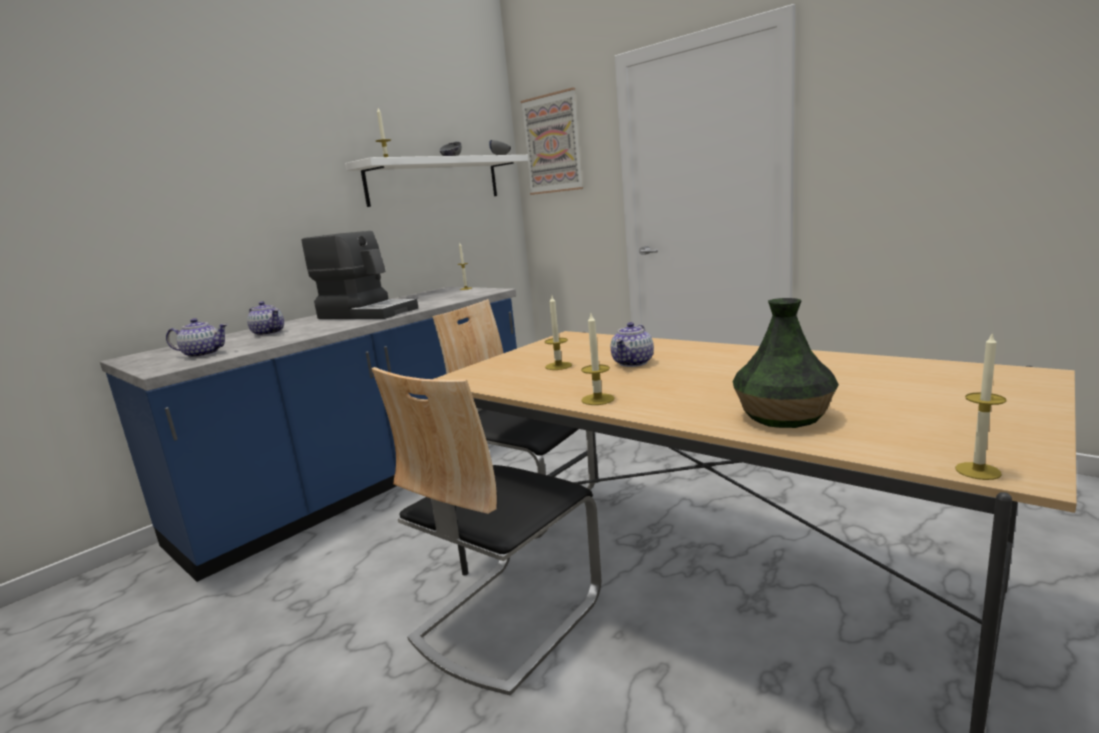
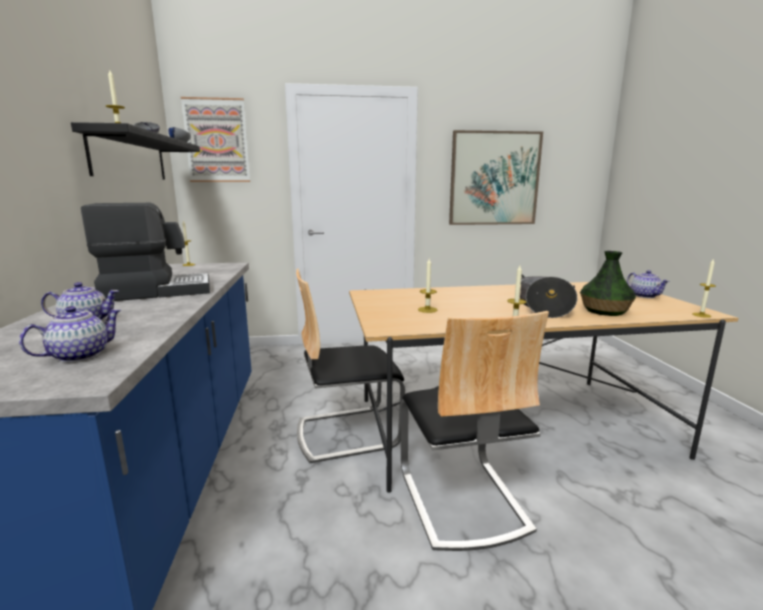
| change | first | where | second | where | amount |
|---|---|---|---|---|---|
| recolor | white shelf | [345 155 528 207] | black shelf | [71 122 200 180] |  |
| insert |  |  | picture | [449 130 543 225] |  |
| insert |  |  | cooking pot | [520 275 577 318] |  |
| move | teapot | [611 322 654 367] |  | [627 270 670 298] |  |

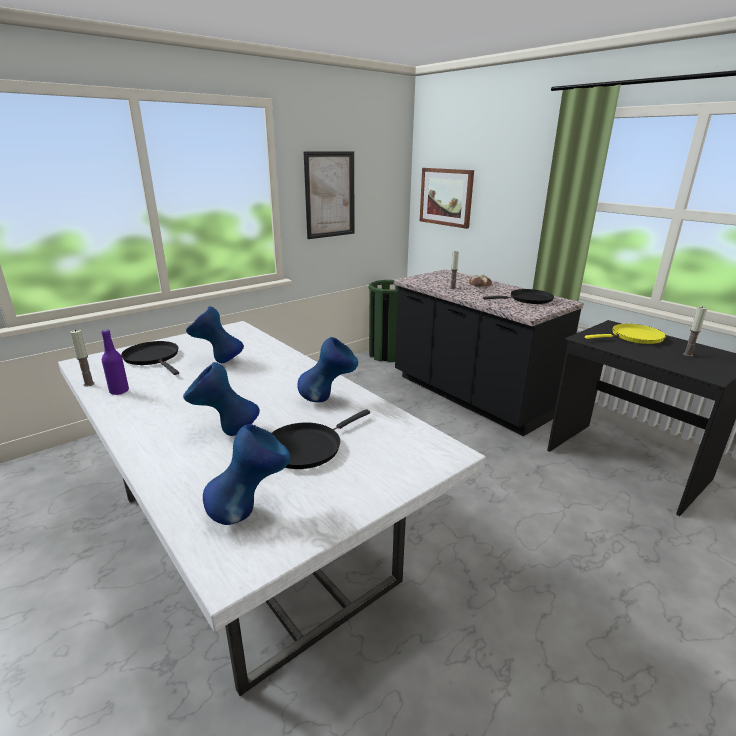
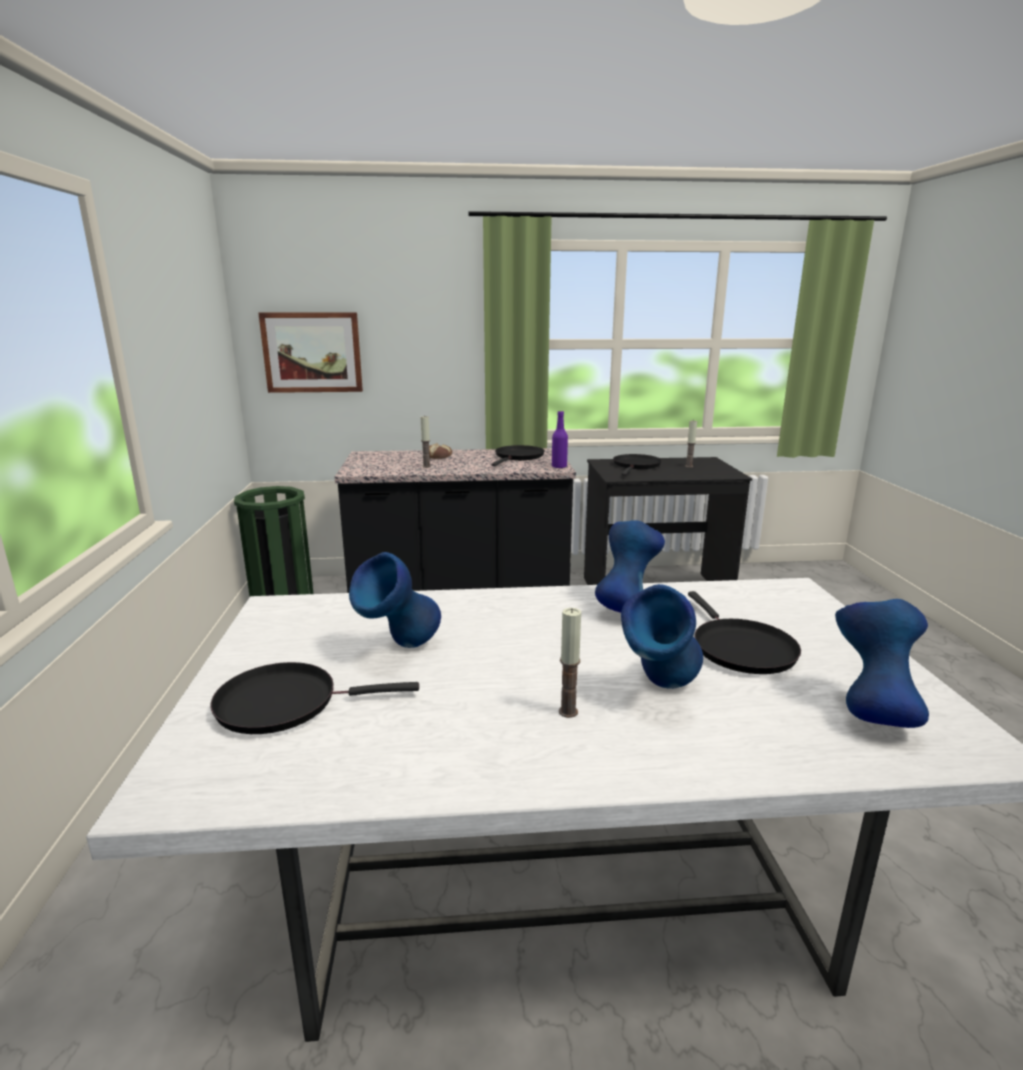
| change | first | where | second | where | amount |
|---|---|---|---|---|---|
| move | purple bottle | [101 330 129 395] |  | [552 411 568 469] |  |
| move | candle | [70 329 95 387] |  | [559 608 581 718] |  |
| recolor | yellow frying pan | [585 324 666 344] | black frying pan | [613 454 662 476] |  |
| delete | picture | [304 151 355 239] |  |  |  |

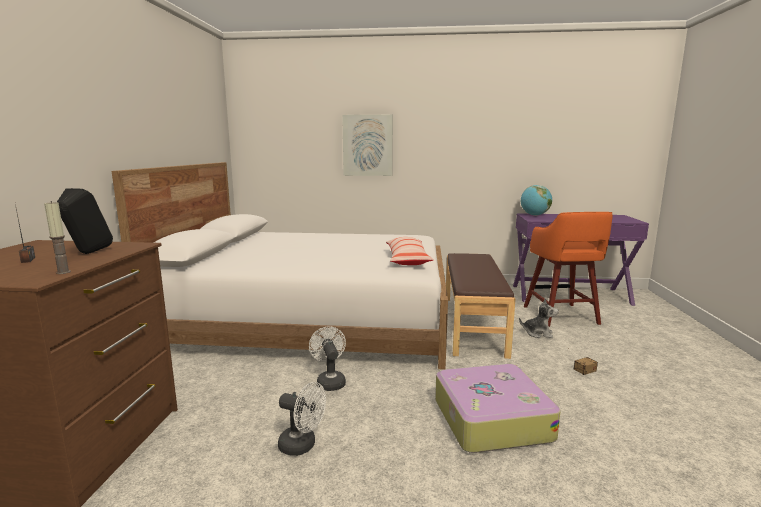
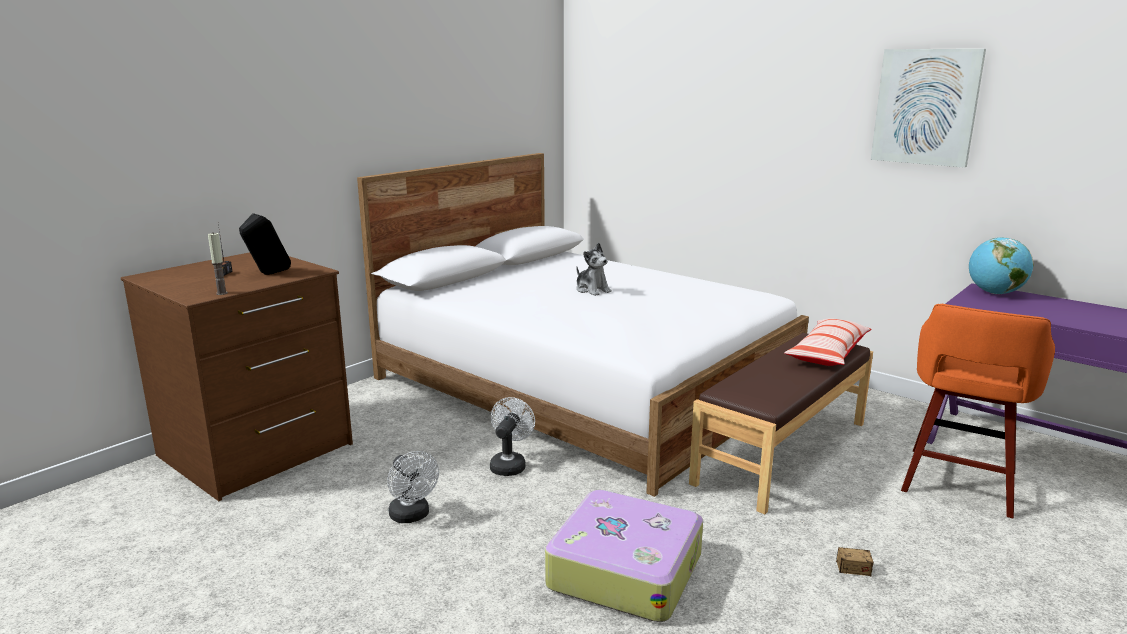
| change | first | where | second | where | amount |
|---|---|---|---|---|---|
| move | plush toy | [519 298 559 338] |  | [576 242 612 296] |  |
| move | pillow | [386 237 434 265] |  | [784 318 872 366] |  |
| move | picture | [342 115 393 176] |  | [871 49 986 168] |  |

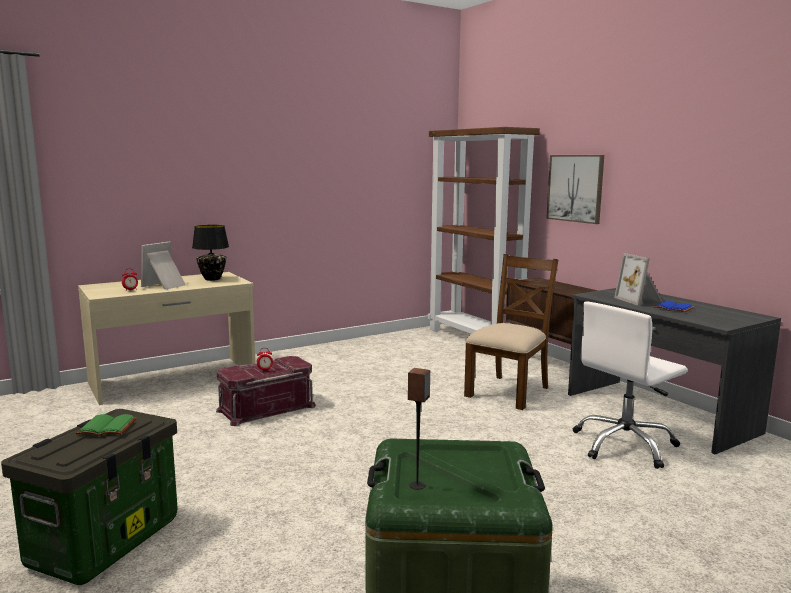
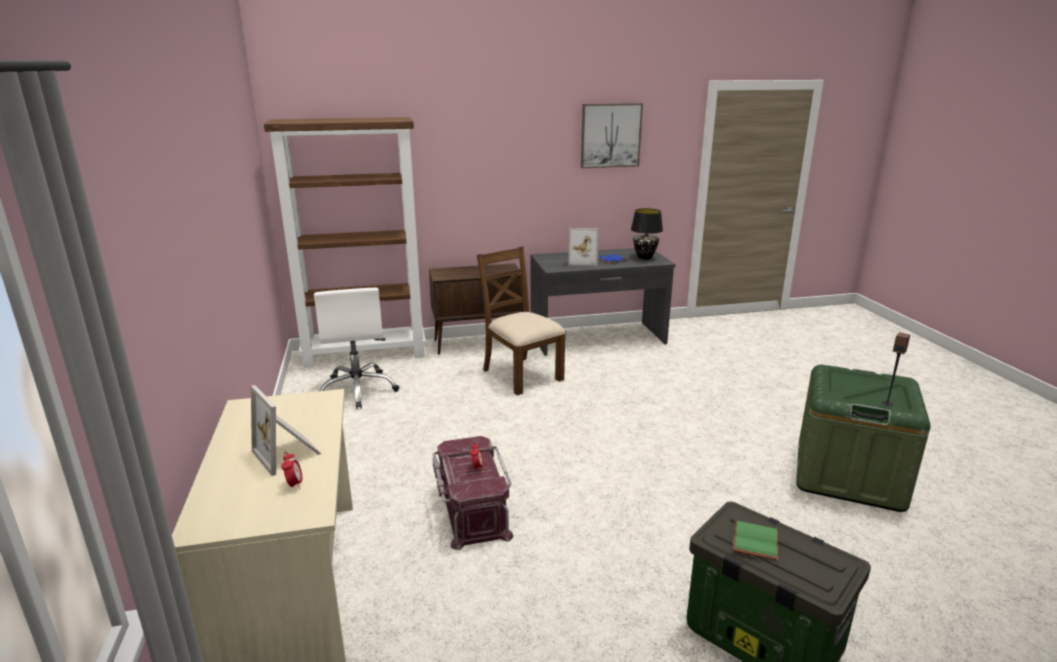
| change | first | where | second | where | amount |
|---|---|---|---|---|---|
| move | white office chair | [573 301 687 469] |  | [314 288 400 409] |  |
| move | picture | [546 155 604 224] |  | [581 103 643 168] |  |
| move | black table lamp | [192 225 229 281] |  | [631 208 663 260] |  |

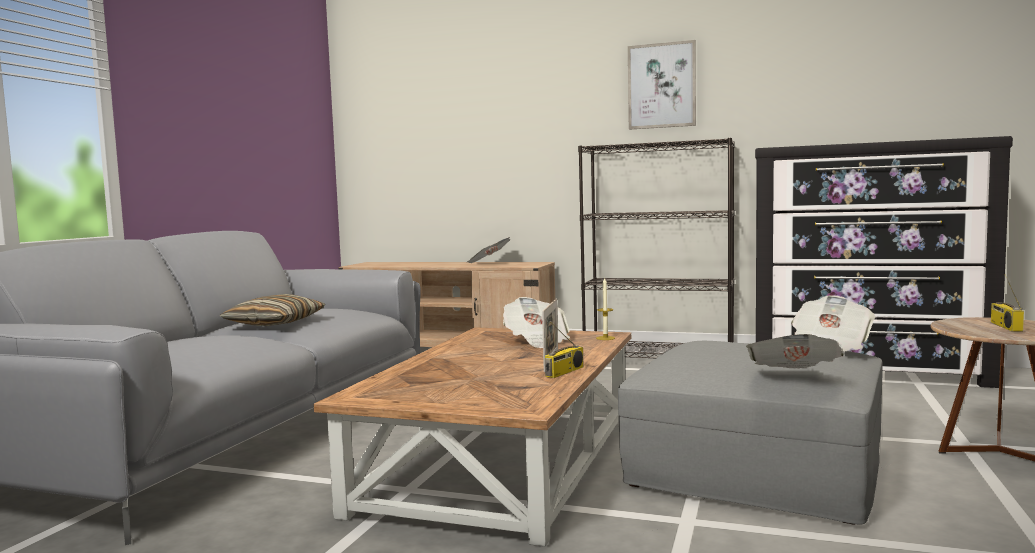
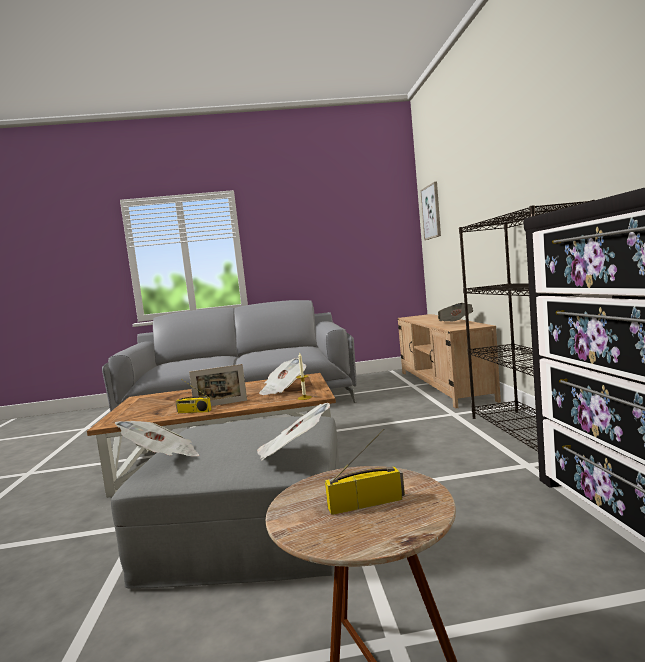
| change | first | where | second | where | amount |
|---|---|---|---|---|---|
| move | picture | [628 40 696 130] |  | [420 182 441 240] |  |
| delete | pillow | [219 294 325 326] |  |  |  |

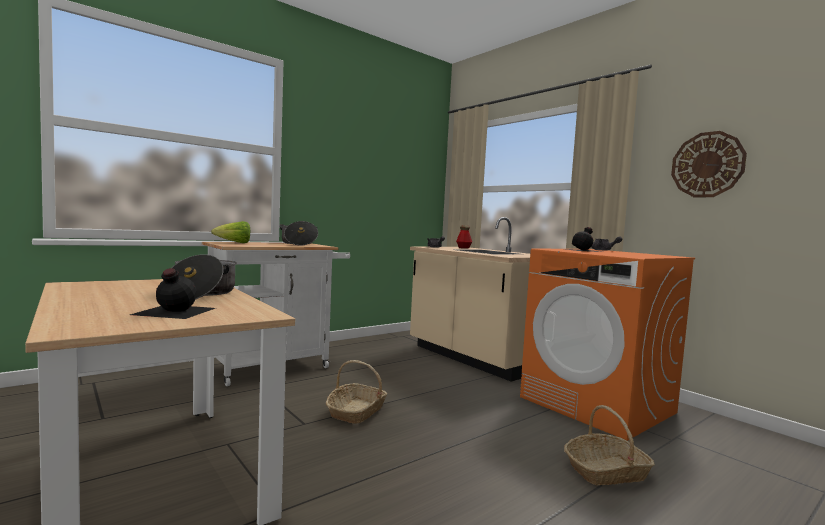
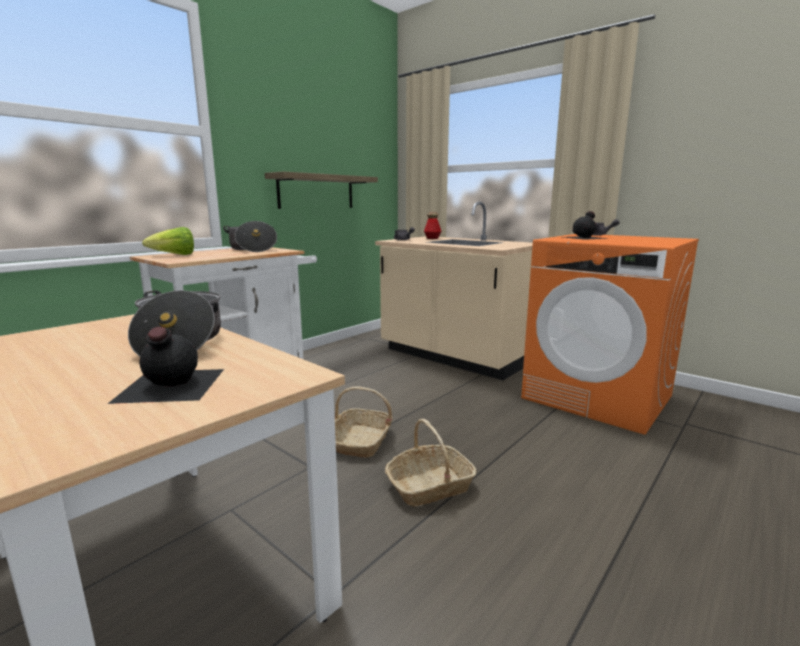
| change | first | where | second | where | amount |
|---|---|---|---|---|---|
| insert |  |  | shelf | [265 171 378 209] |  |
| move | basket | [564 405 655 485] |  | [385 419 477 506] |  |
| delete | wall clock | [671 131 747 197] |  |  |  |

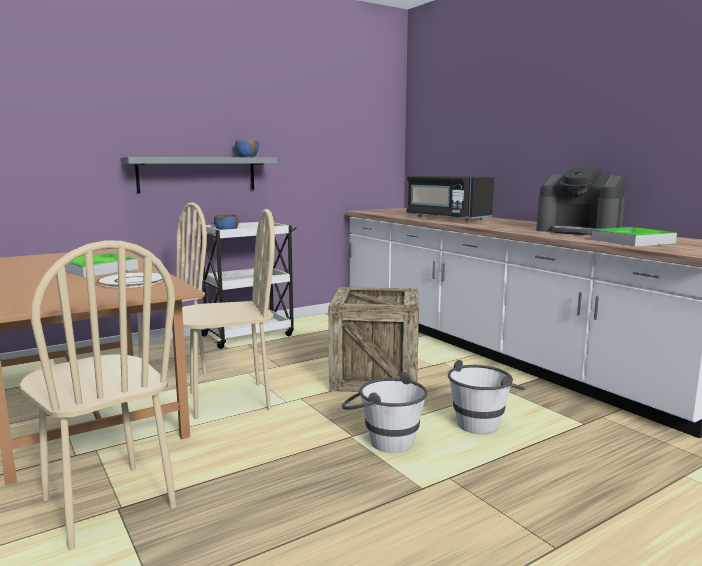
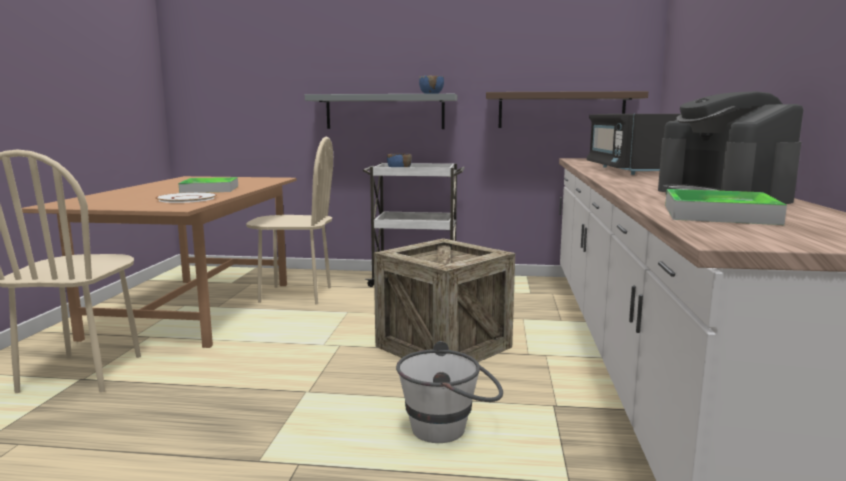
| change | first | where | second | where | amount |
|---|---|---|---|---|---|
| insert |  |  | brown shelf | [486 91 648 128] |  |
| delete | beige chair | [182 209 275 419] |  |  |  |
| delete | white bucket | [342 372 428 453] |  |  |  |

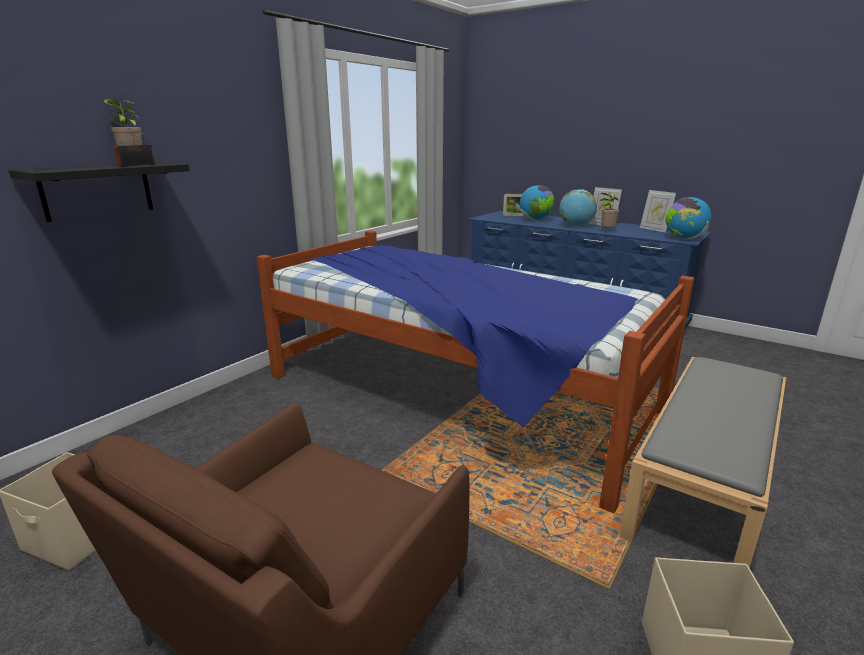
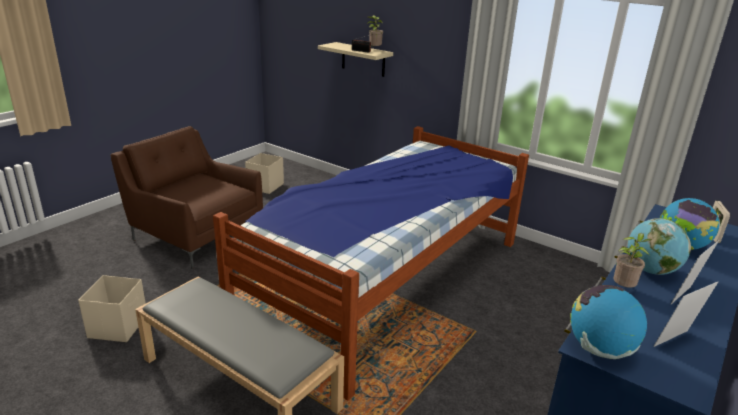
| change | first | where | second | where | amount |
|---|---|---|---|---|---|
| recolor | black shelf | [9 162 190 222] | beige shelf | [318 42 393 77] |  |

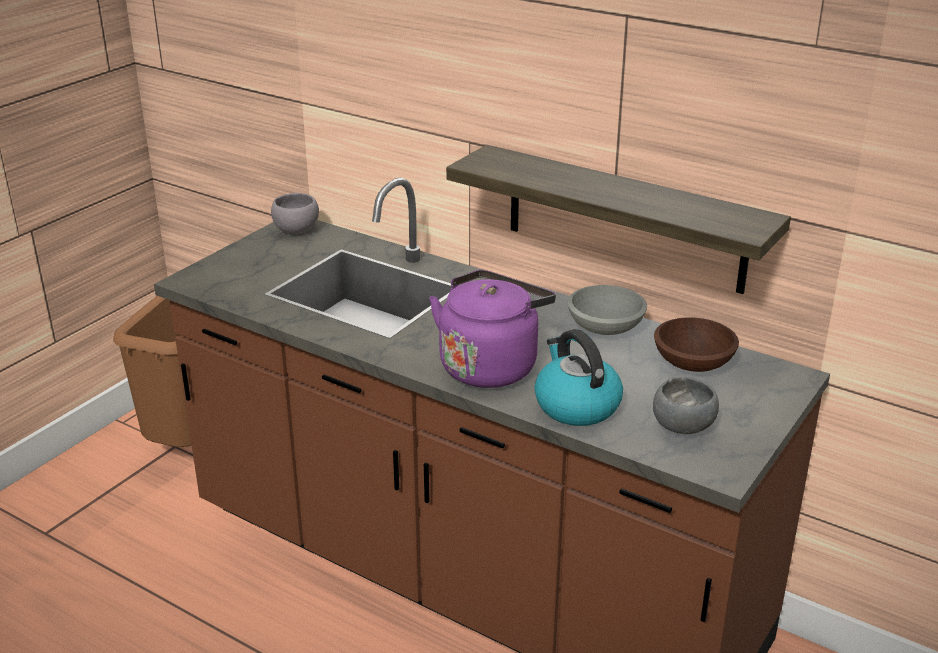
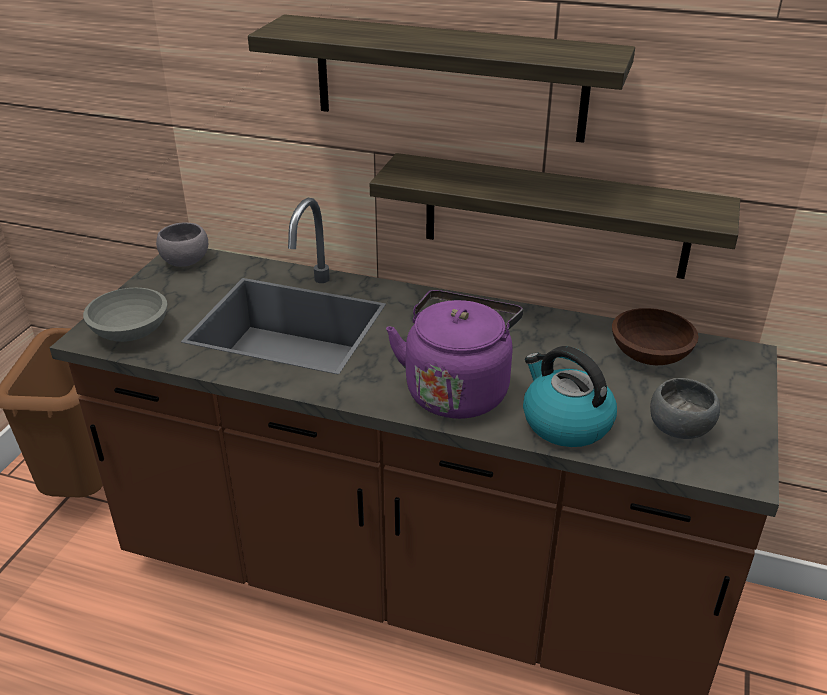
| change | first | where | second | where | amount |
|---|---|---|---|---|---|
| move | grey bowl | [567 285 647 335] |  | [83 288 167 342] |  |
| insert |  |  | shelf | [248 14 635 143] |  |

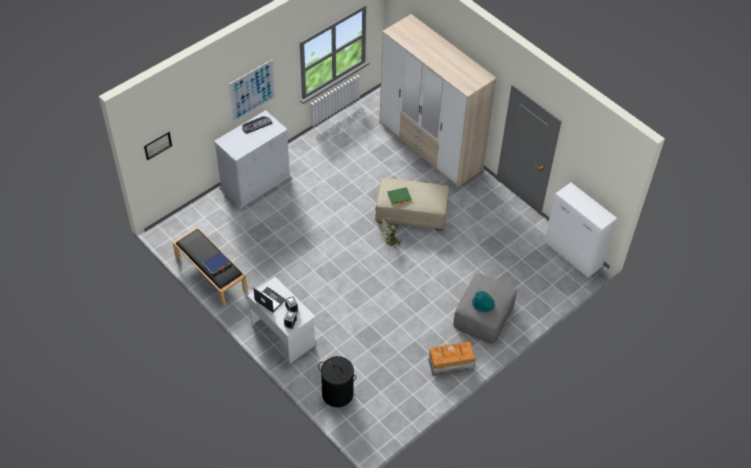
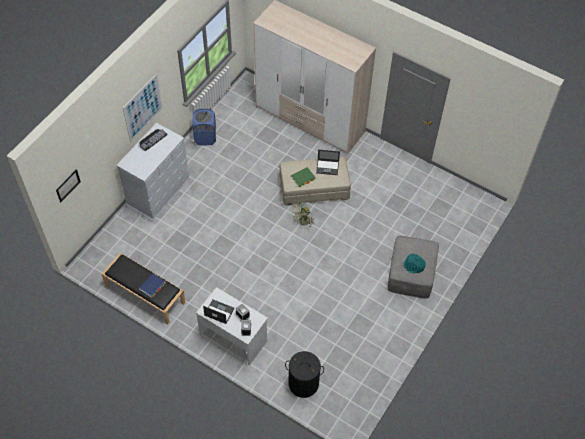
| change | first | where | second | where | amount |
|---|---|---|---|---|---|
| insert |  |  | blue laundry basket | [193 109 216 145] |  |
| insert |  |  | laptop | [316 149 340 175] |  |
| delete | storage box | [428 341 476 376] |  |  |  |
| delete | white cabinet | [544 182 617 278] |  |  |  |

